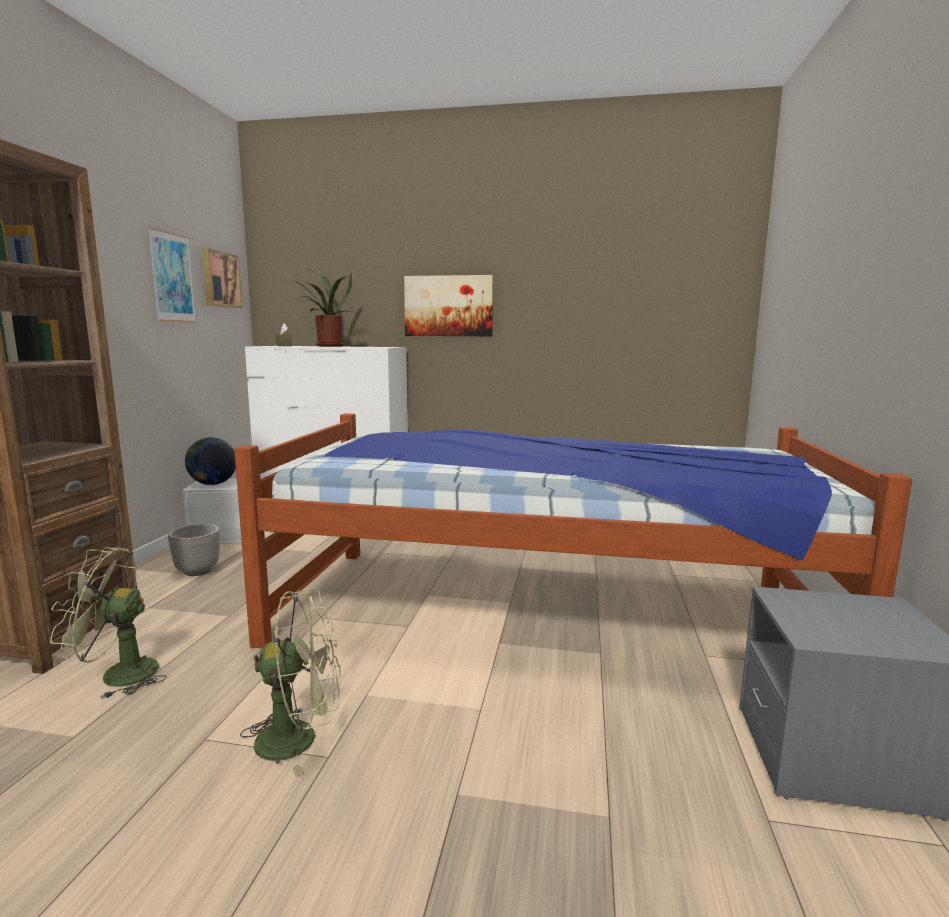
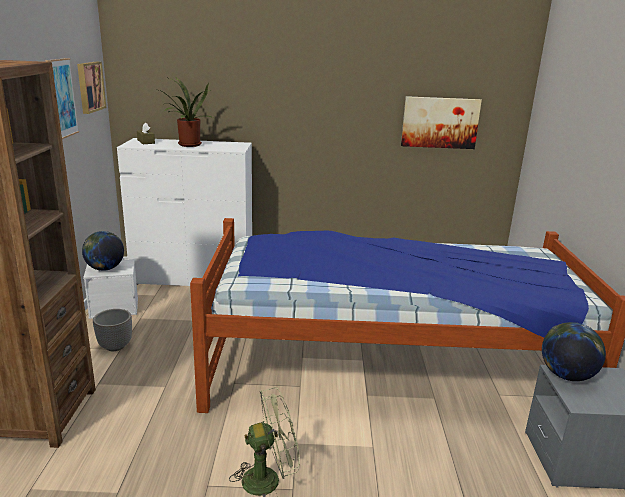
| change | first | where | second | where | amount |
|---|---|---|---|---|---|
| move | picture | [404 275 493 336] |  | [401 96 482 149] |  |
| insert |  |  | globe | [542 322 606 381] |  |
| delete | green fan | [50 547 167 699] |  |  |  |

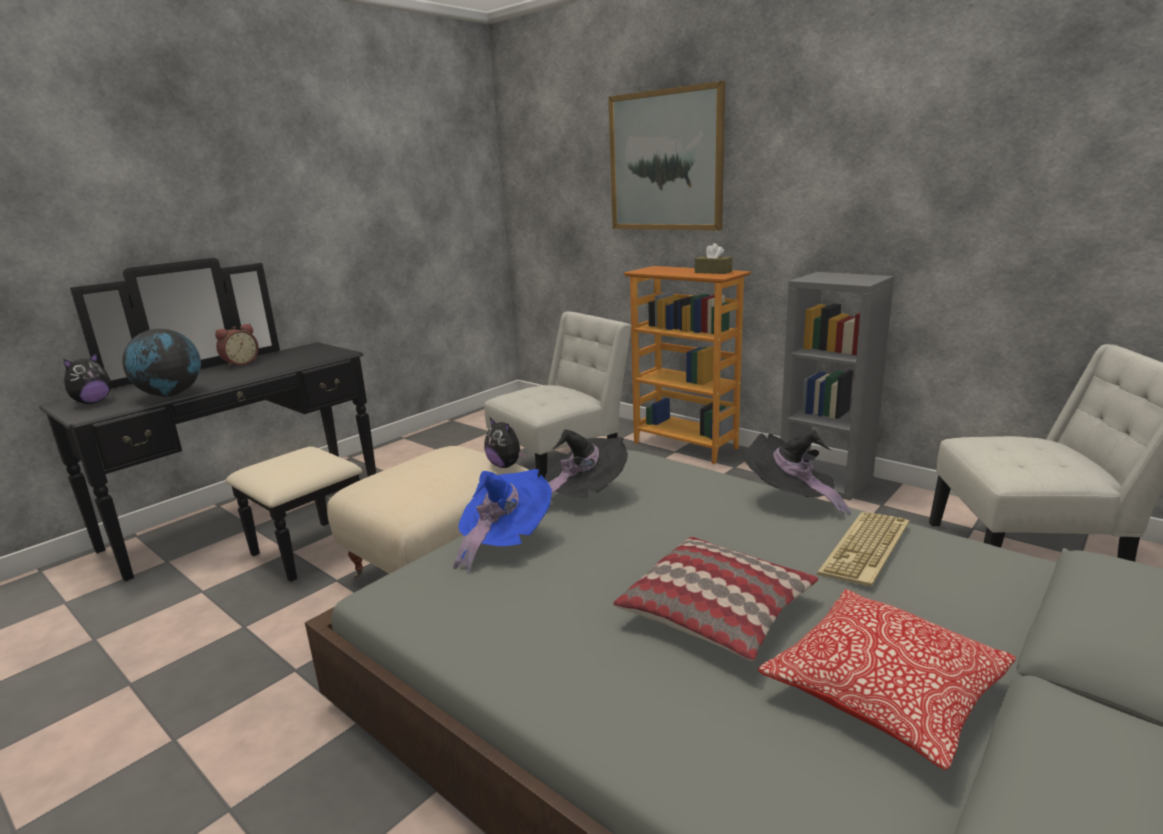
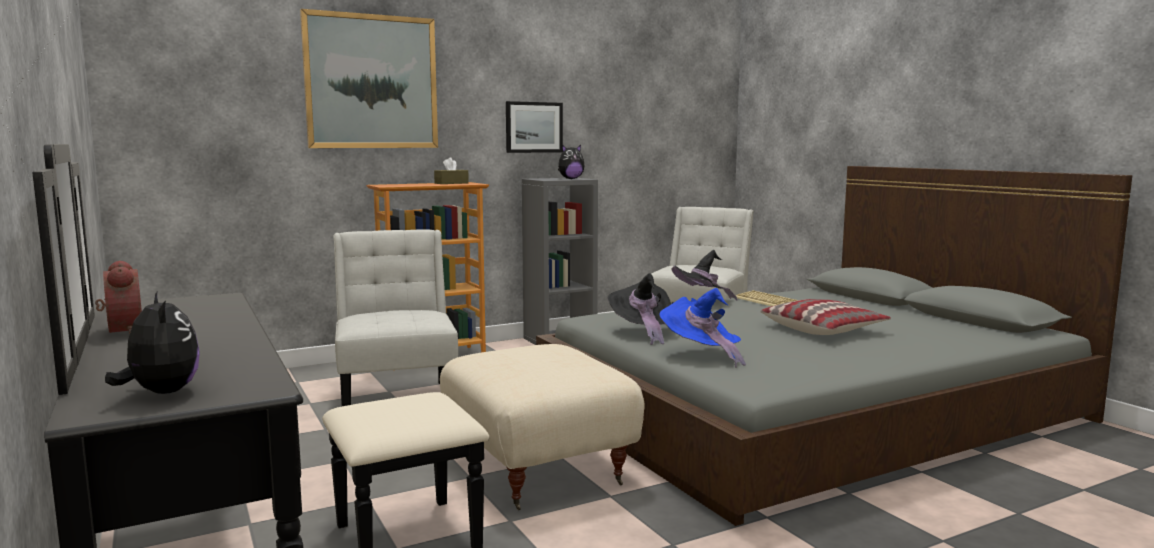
| change | first | where | second | where | amount |
|---|---|---|---|---|---|
| insert |  |  | picture | [506 101 563 153] |  |
| move | plush toy | [484 417 526 468] |  | [558 145 585 179] |  |
| delete | globe | [122 329 201 397] |  |  |  |
| delete | pillow | [758 589 1016 770] |  |  |  |

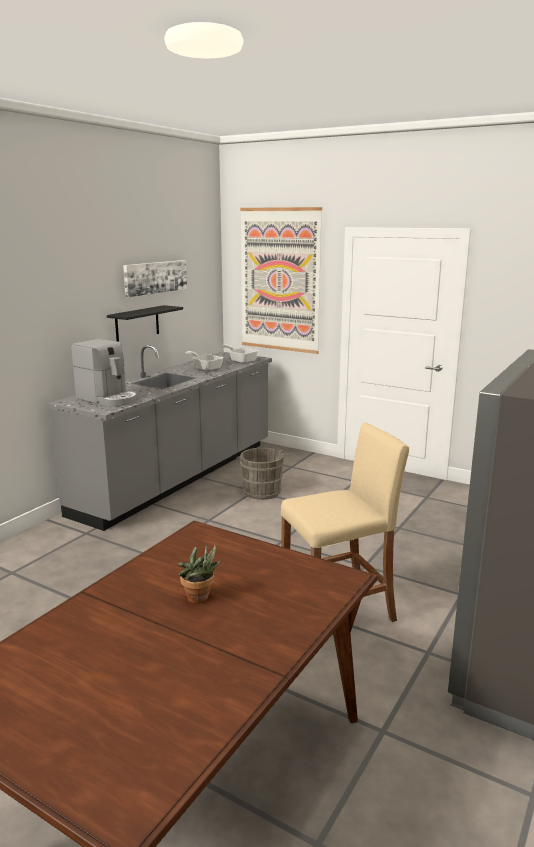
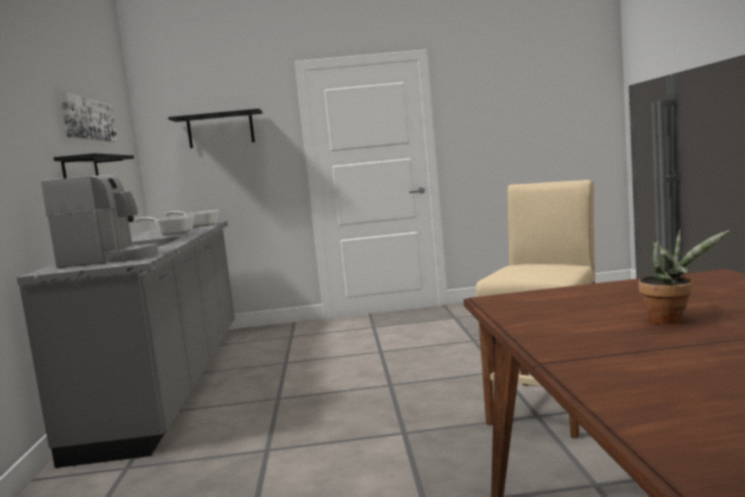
| change | first | where | second | where | amount |
|---|---|---|---|---|---|
| replace | picture | [240 207 322 354] | black shelf | [168 109 263 148] |  |
| delete | grey bucket | [236 448 284 500] |  |  |  |

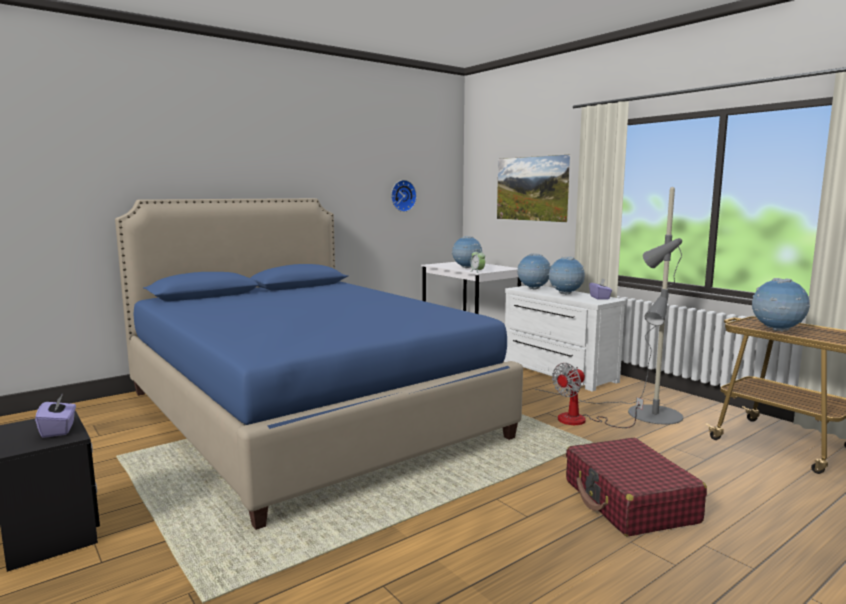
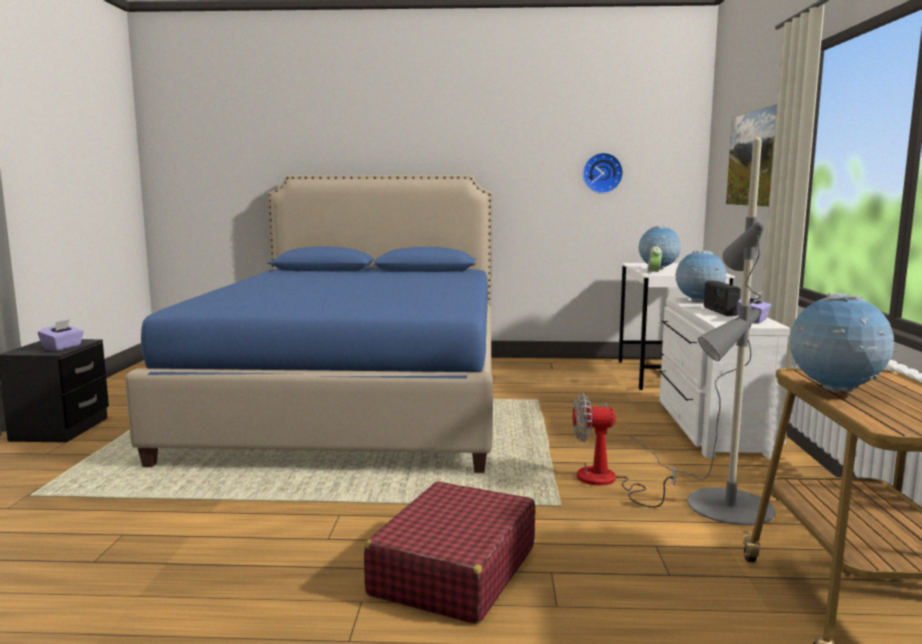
| change | first | where | second | where | amount |
|---|---|---|---|---|---|
| replace | globe | [549 257 585 294] | radio | [704 281 741 316] |  |

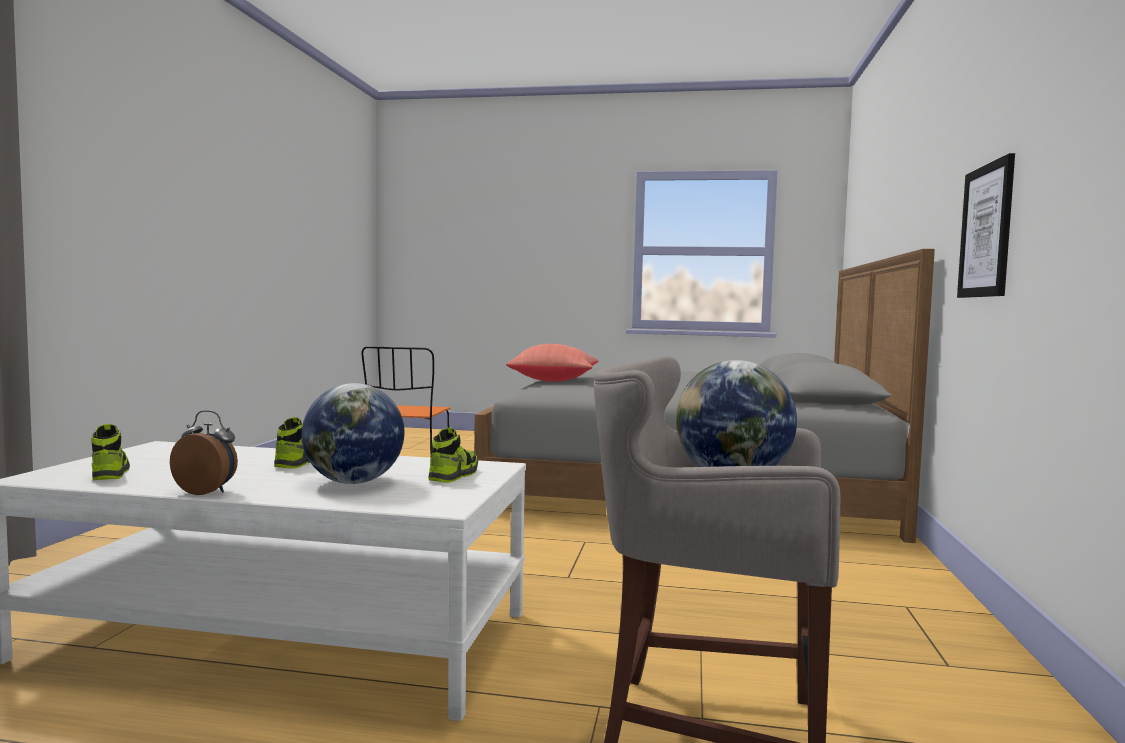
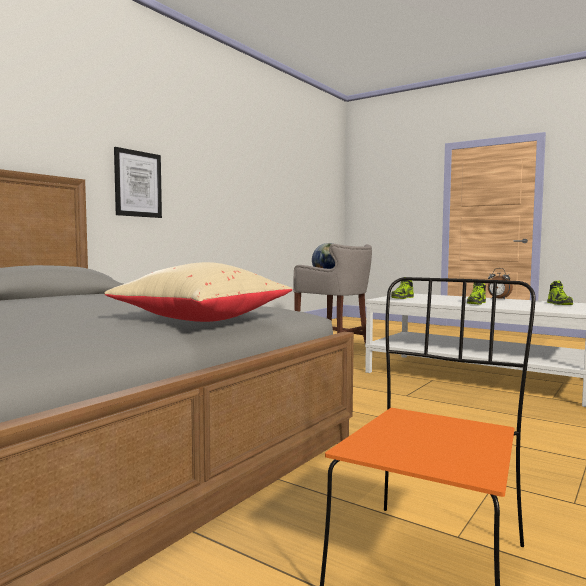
| change | first | where | second | where | amount |
|---|---|---|---|---|---|
| recolor | red pillow | [506 344 598 382] | beige pillow | [104 262 293 322] |  |
| delete | globe | [302 383 404 484] |  |  |  |

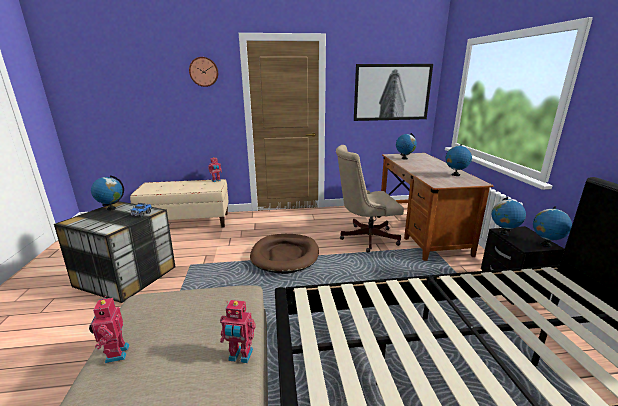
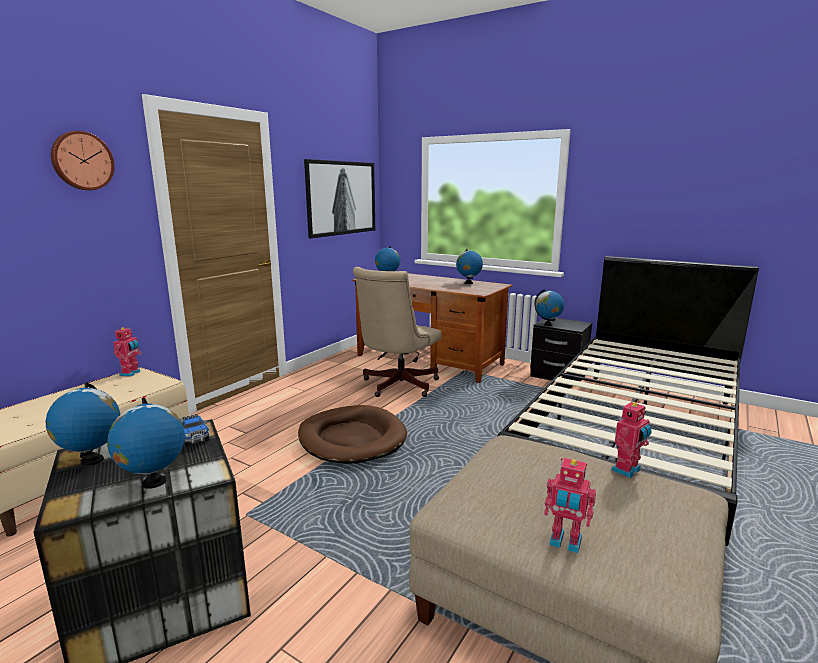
| change | first | where | second | where | amount |
|---|---|---|---|---|---|
| move | globe | [533 206 572 247] |  | [107 398 185 489] |  |

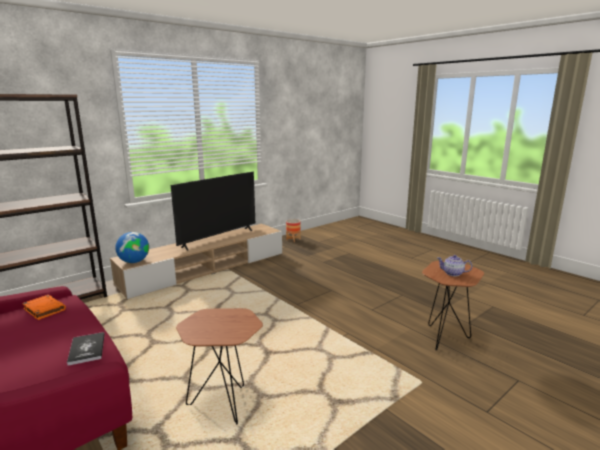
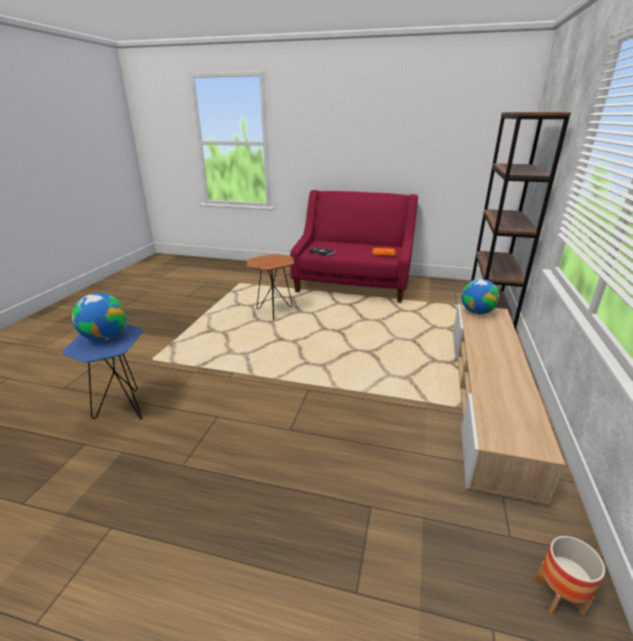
| change | first | where | second | where | amount |
|---|---|---|---|---|---|
| recolor | brown side table | [422 261 484 350] | blue side table | [62 323 143 419] |  |
| replace | teapot | [437 255 472 276] | globe | [72 293 126 341] |  |
| delete | television | [171 172 255 250] |  |  |  |

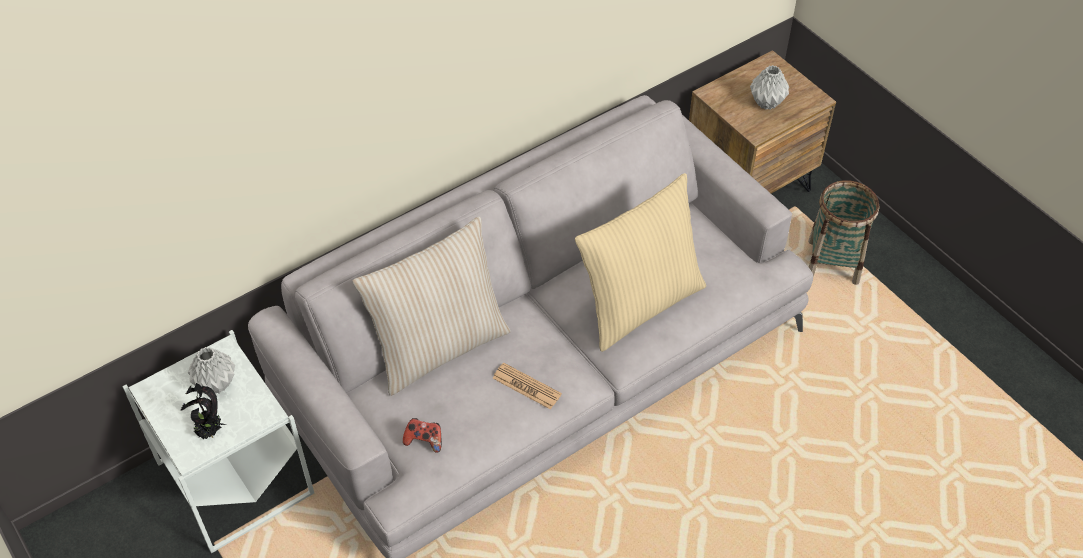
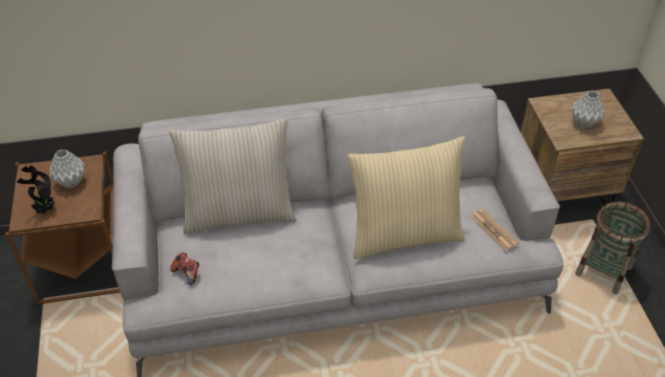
| change | first | where | second | where | amount |
|---|---|---|---|---|---|
| recolor | white side table | [123 330 314 553] | brown side table | [5 152 120 305] |  |
| move | newspaper | [492 363 562 410] |  | [471 208 519 251] |  |

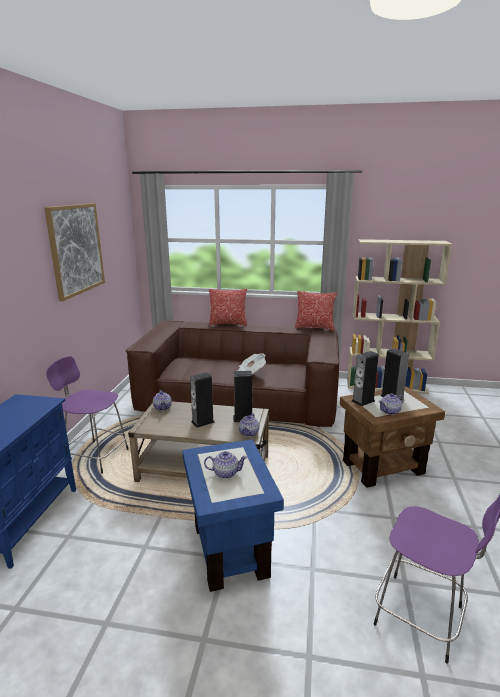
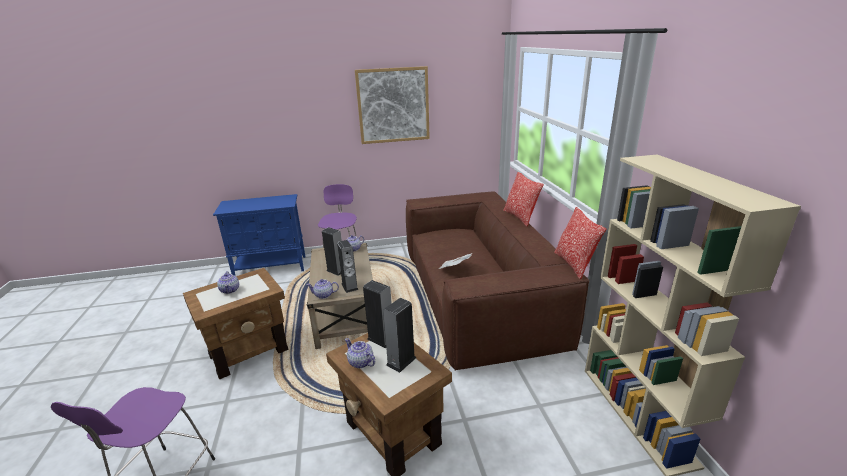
| change | first | where | second | where | amount |
|---|---|---|---|---|---|
| recolor | blue side table | [183 440 284 592] | brown side table | [183 268 289 379] |  |

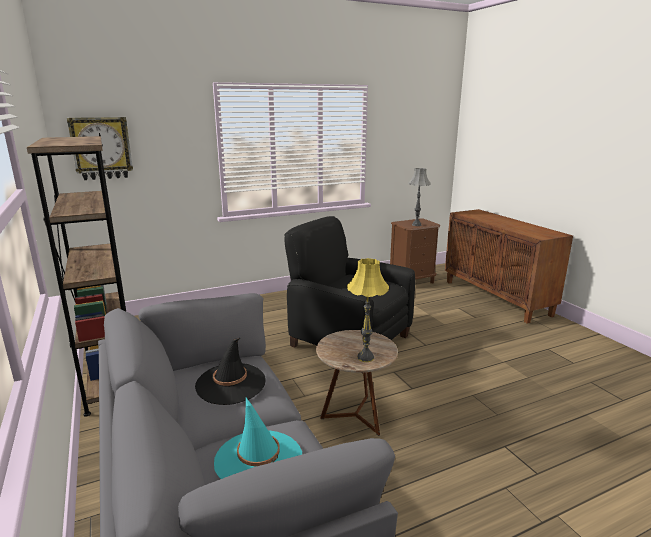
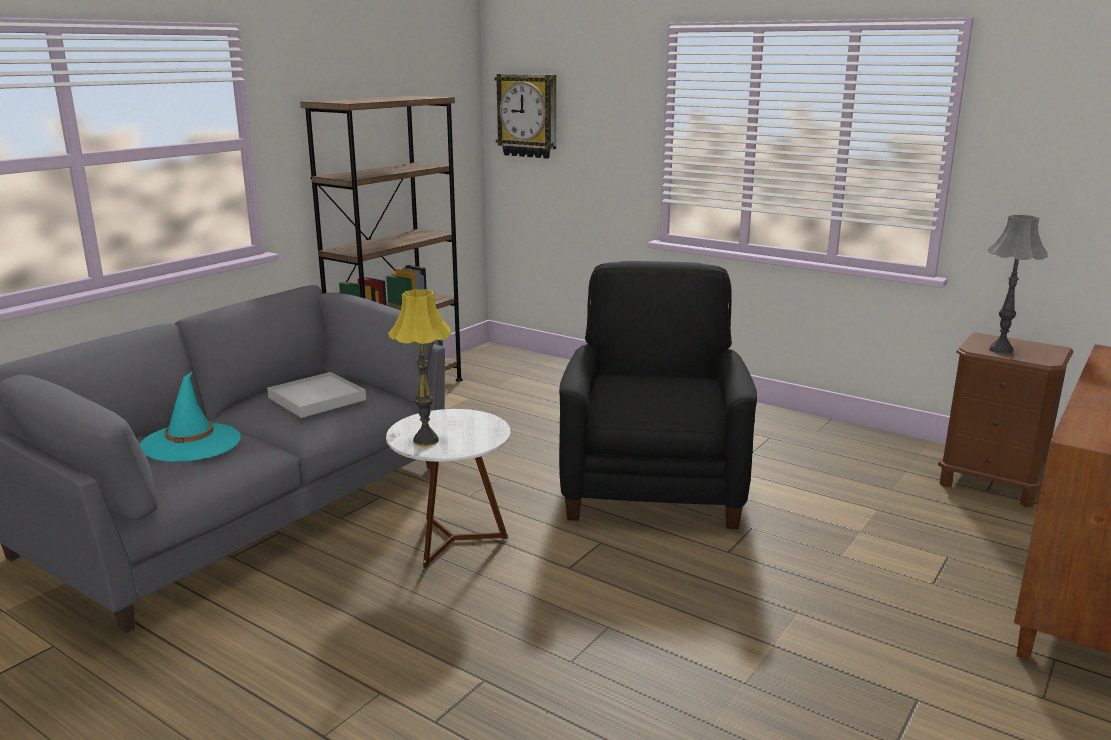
| change | first | where | second | where | amount |
|---|---|---|---|---|---|
| replace | black hat | [195 338 266 405] | white tray | [267 372 366 418] |  |
| recolor | brown side table | [316 330 398 436] | white side table | [386 409 511 568] |  |

